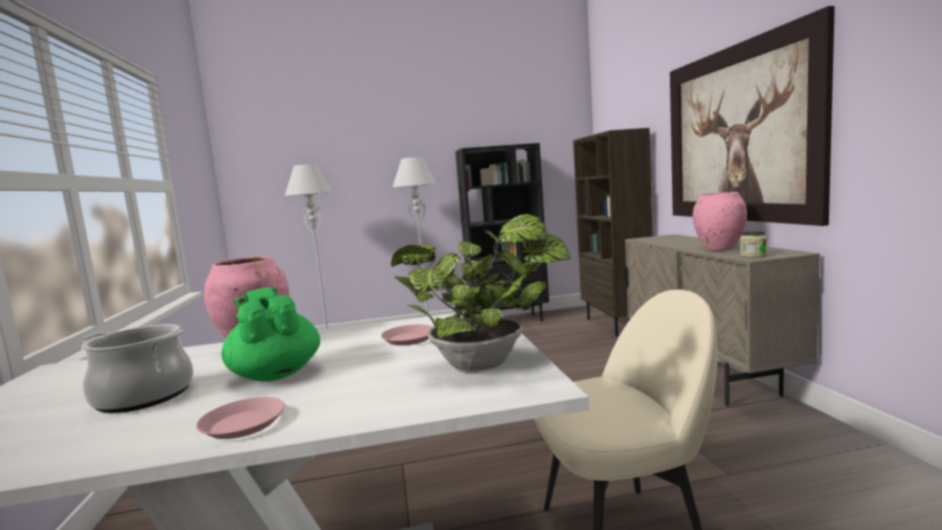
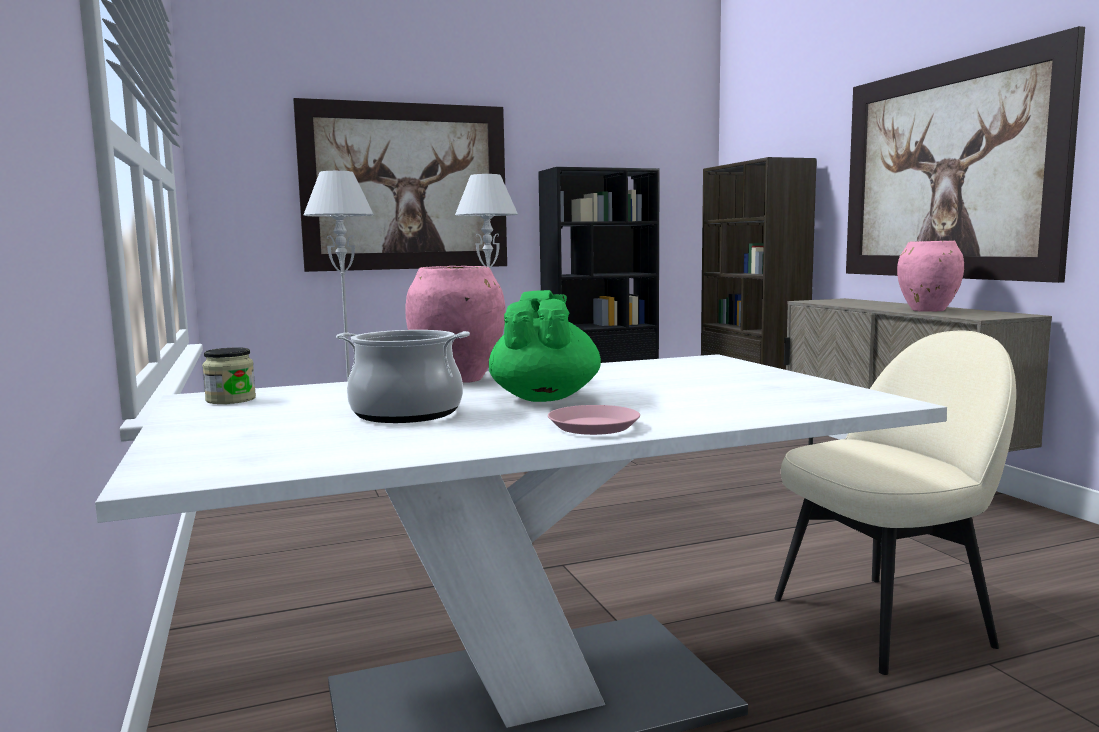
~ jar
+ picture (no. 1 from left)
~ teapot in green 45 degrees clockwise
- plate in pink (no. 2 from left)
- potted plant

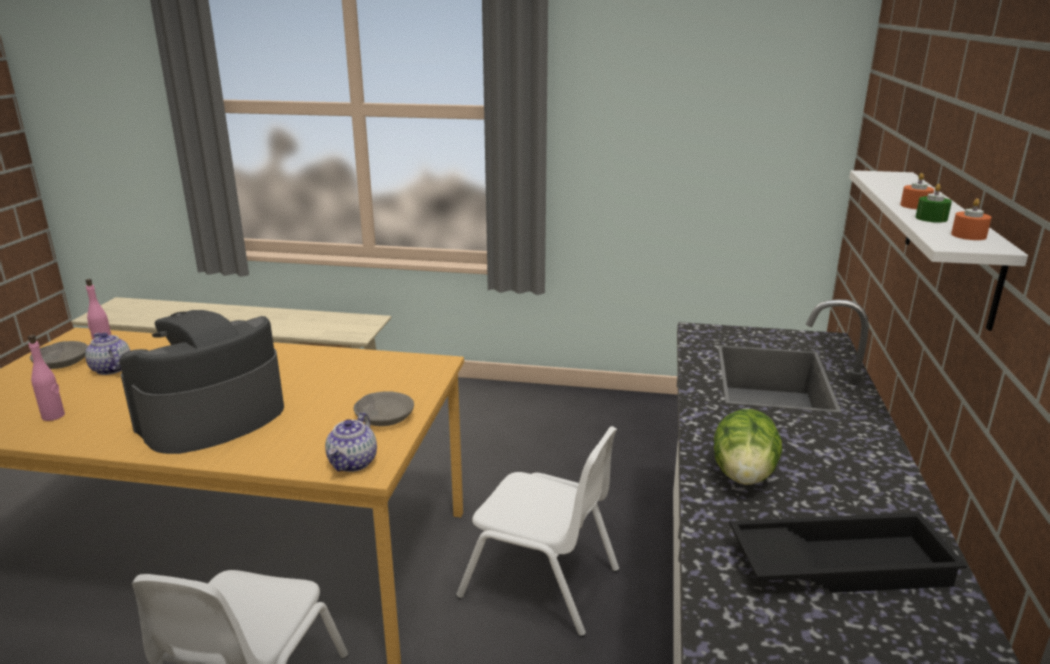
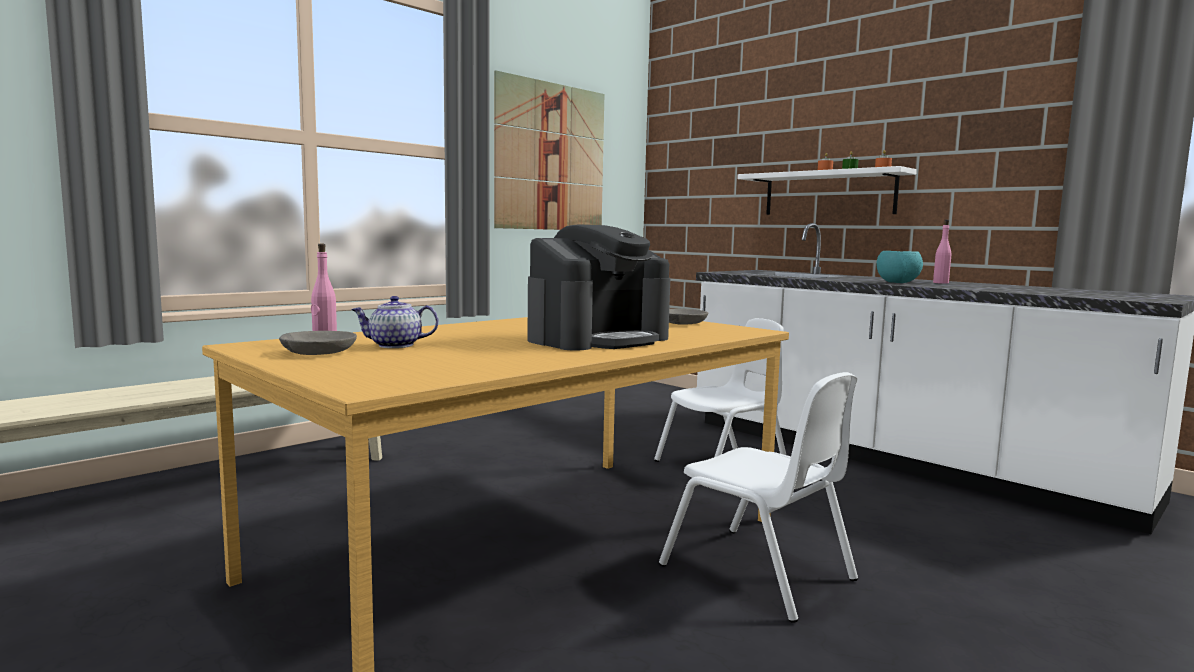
+ picture
~ coffee machine 120 degrees counterclockwise
~ lettuce to bowl in turquoise
~ bottle in pink (no. 1 from left in the first image) to bottle in pink (no. 2 from left)
- teapot (no. 2 from left)
- tray in black

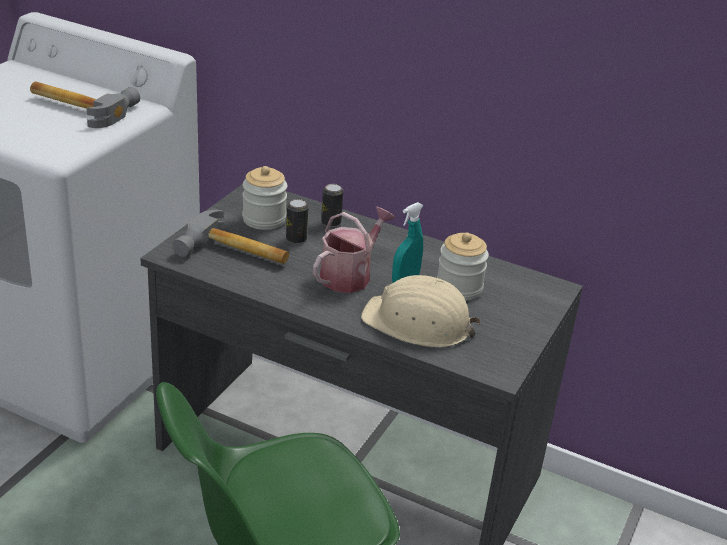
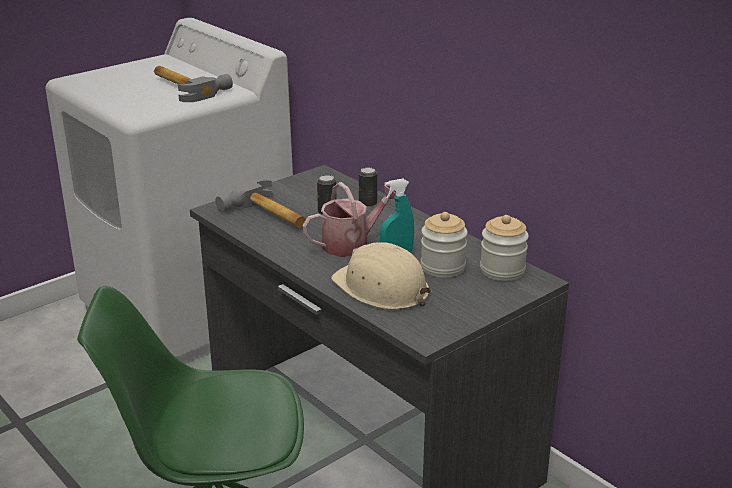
~ jar (no. 1 from left in the first image) to jar (no. 2 from left)

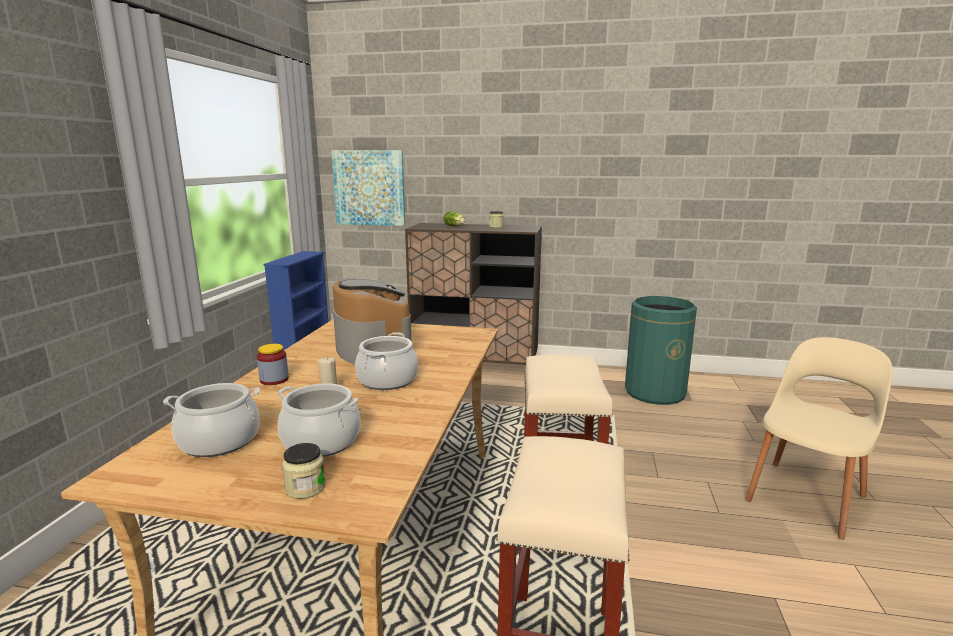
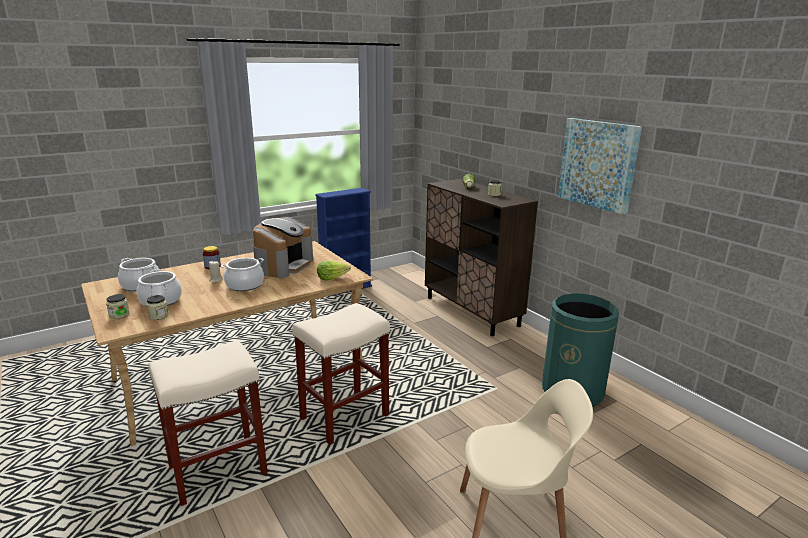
+ jar (no. 2 from left)
+ lettuce (no. 1 from left)
~ picture

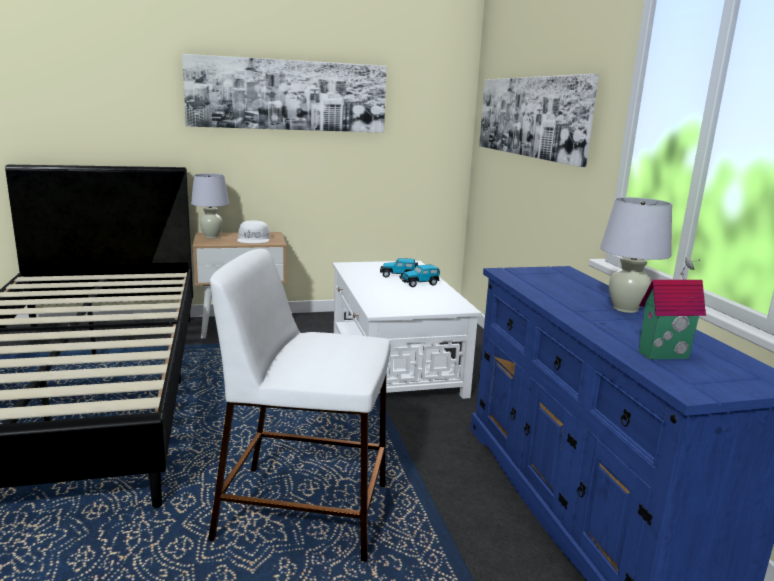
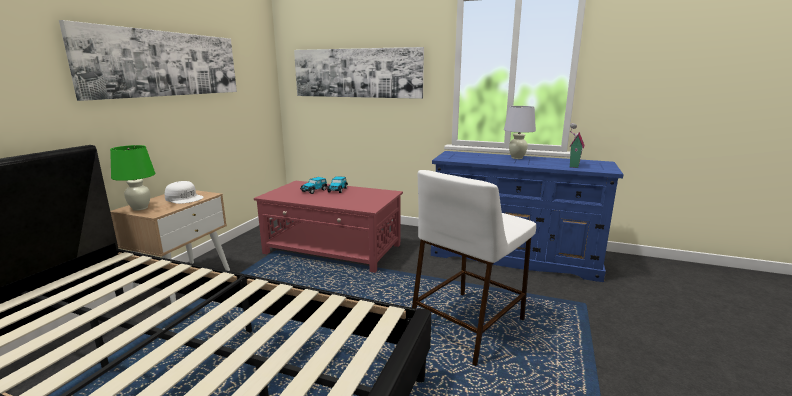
~ table lamp in white (no. 1 from left) to table lamp in green
~ coffee table in white to coffee table in red

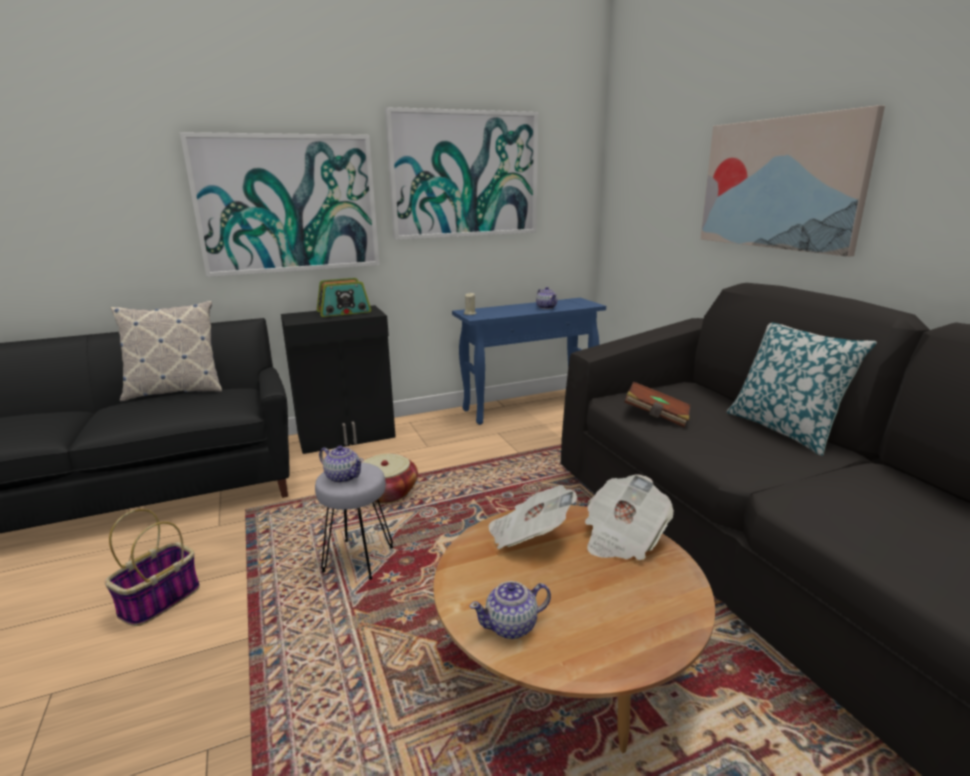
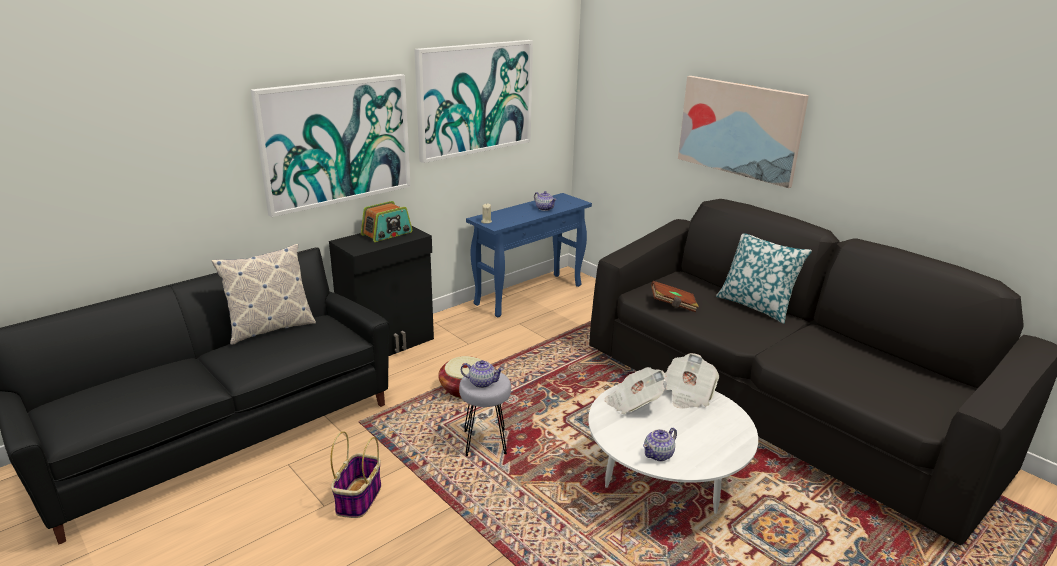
~ coffee table in brown to coffee table in white

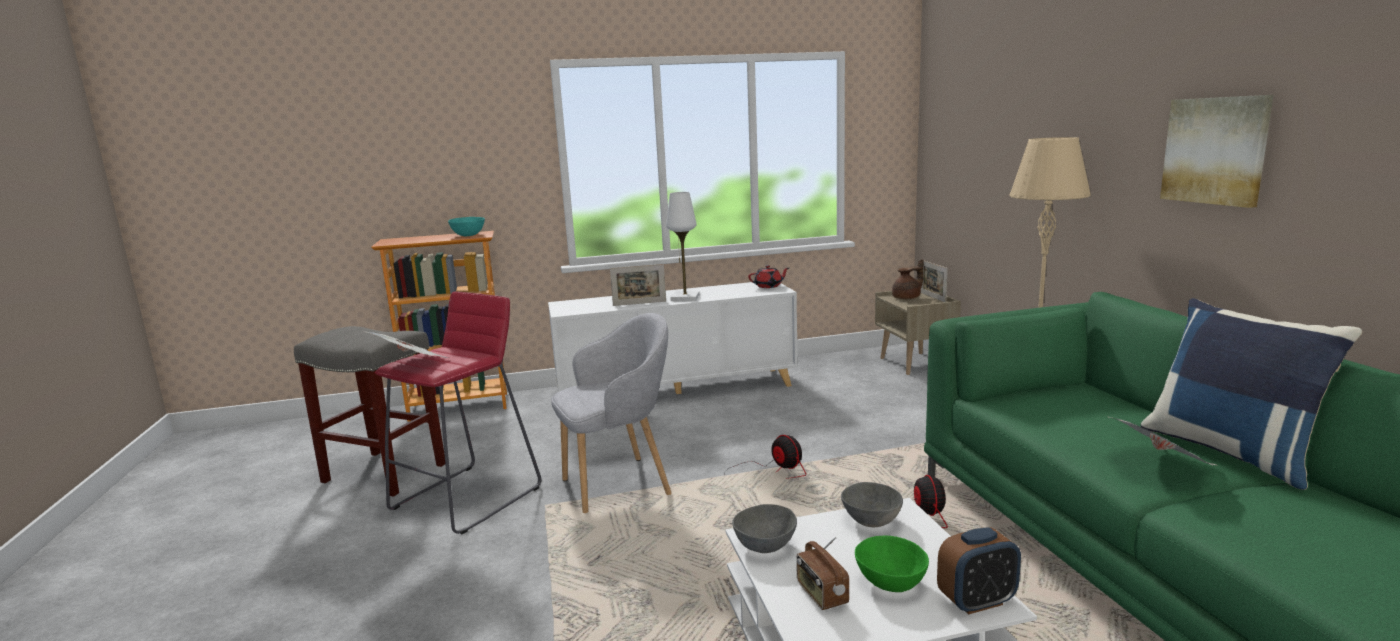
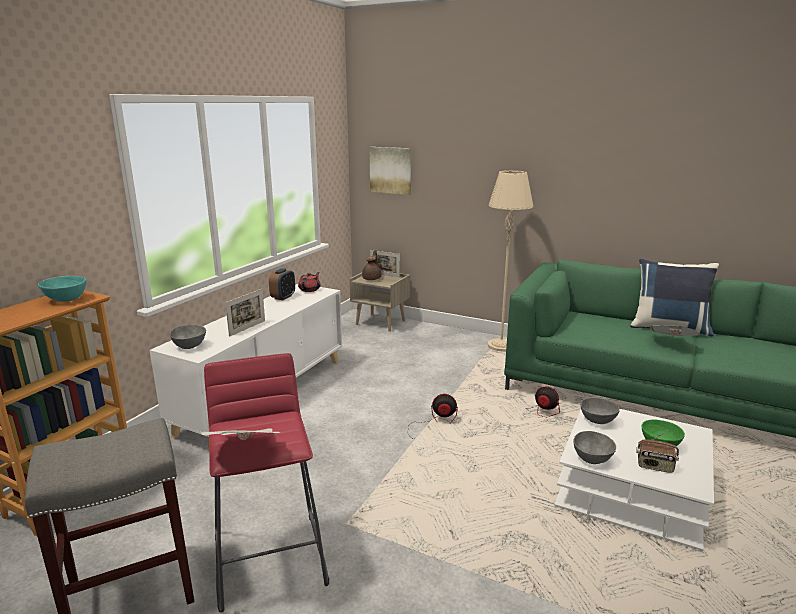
+ bowl in grey (no. 1 from left)
~ alarm clock
~ picture
- armchair in grey
- table lamp in white

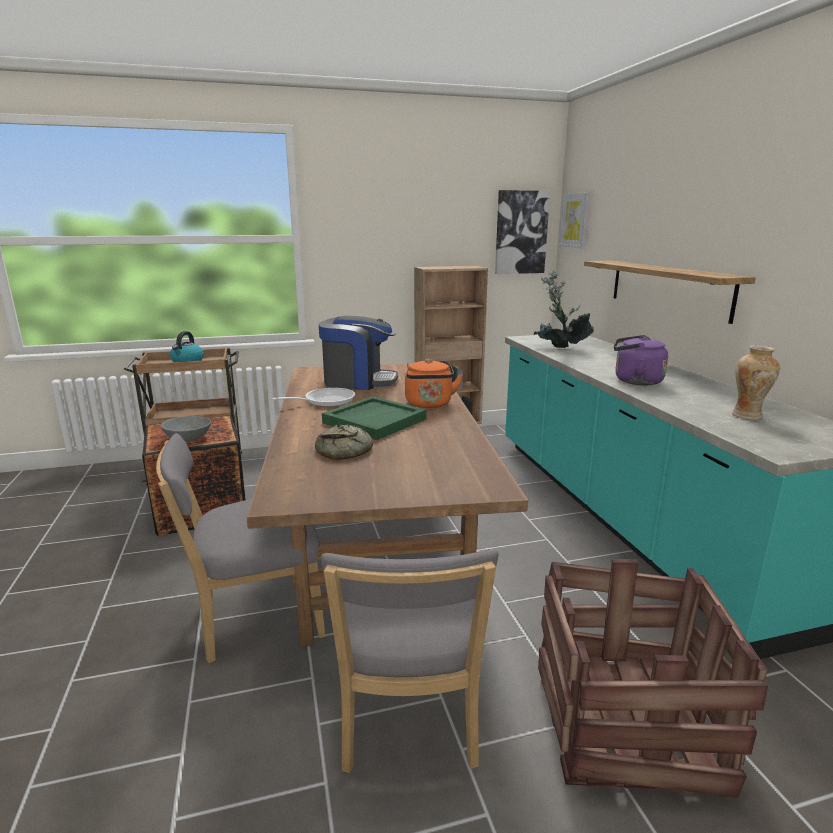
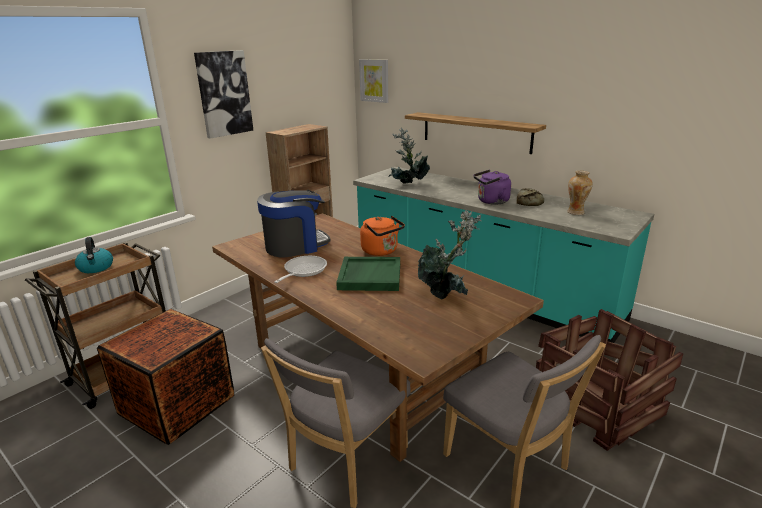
~ picture (no. 1 from left)
+ potted plant (no. 2 from left)
~ bread
- bowl in grey

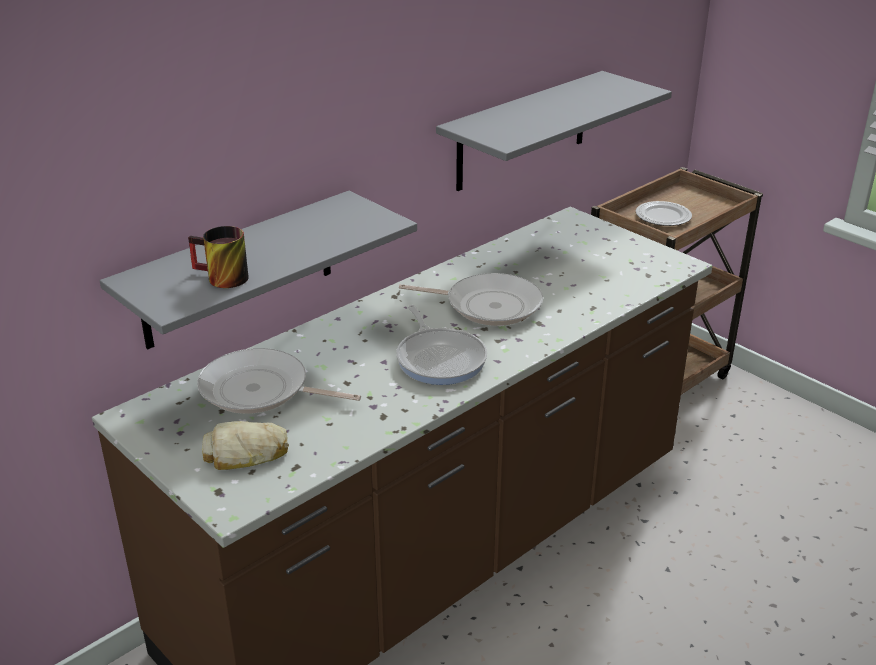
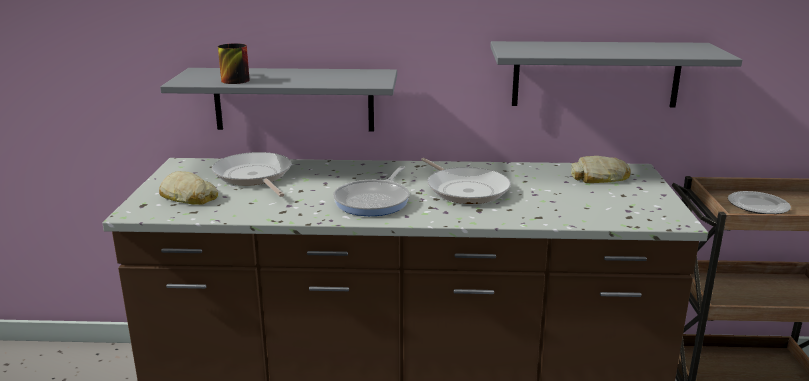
+ bread (no. 2 from left)

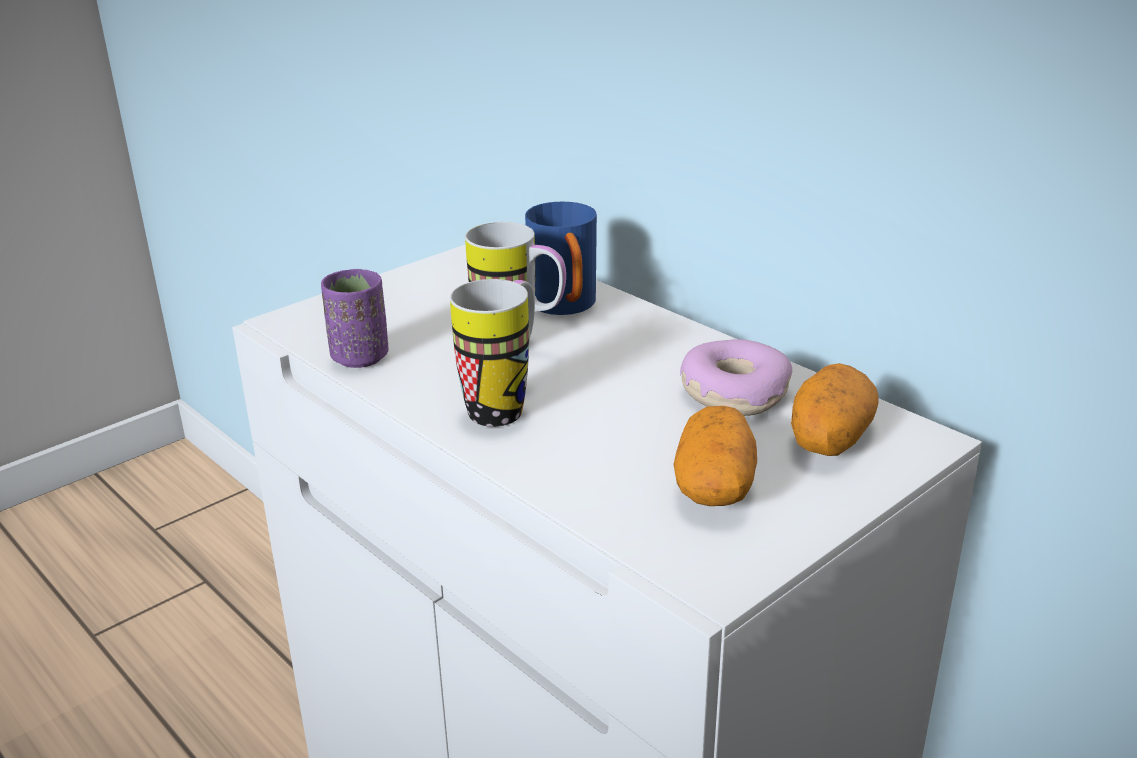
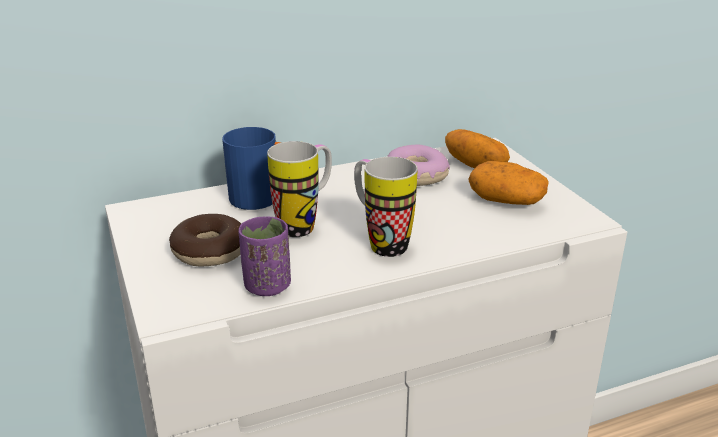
+ donut (no. 1 from left)

